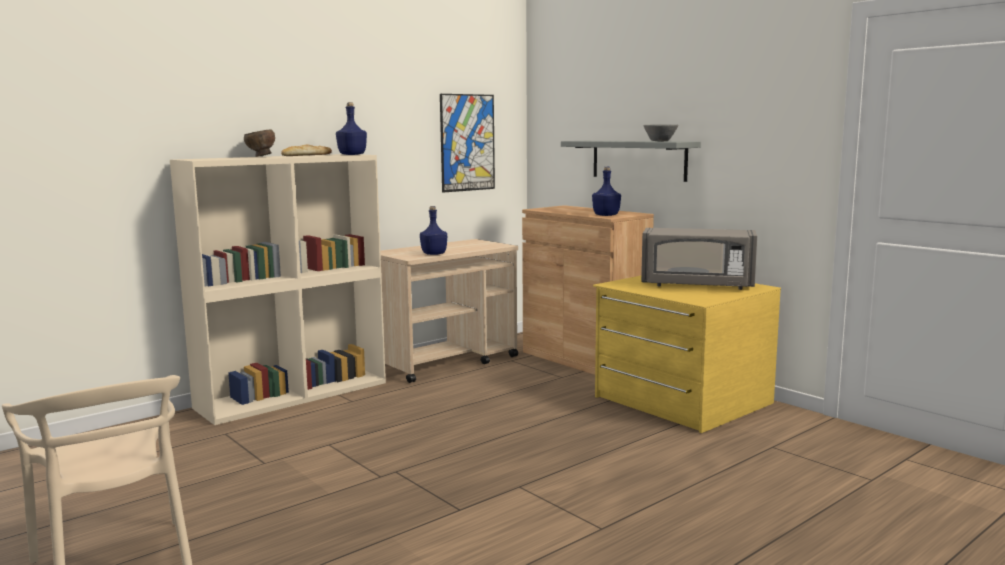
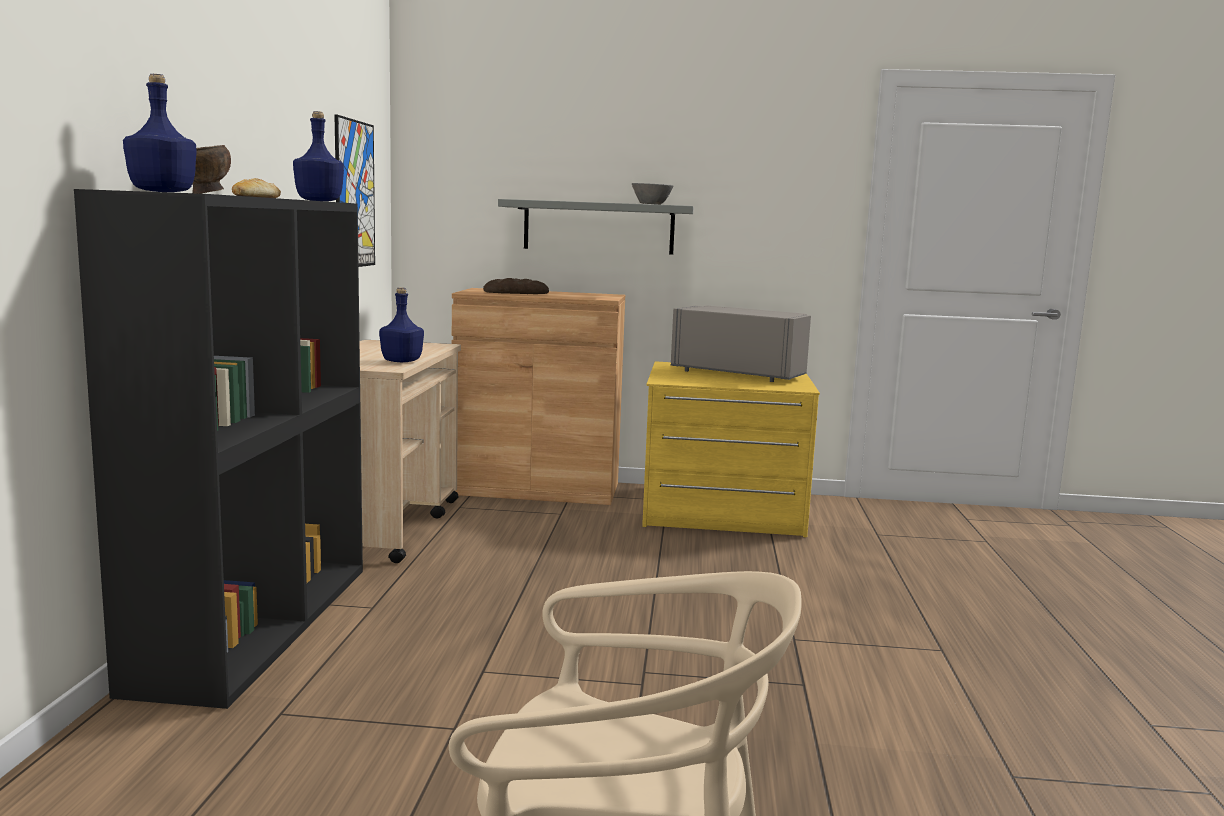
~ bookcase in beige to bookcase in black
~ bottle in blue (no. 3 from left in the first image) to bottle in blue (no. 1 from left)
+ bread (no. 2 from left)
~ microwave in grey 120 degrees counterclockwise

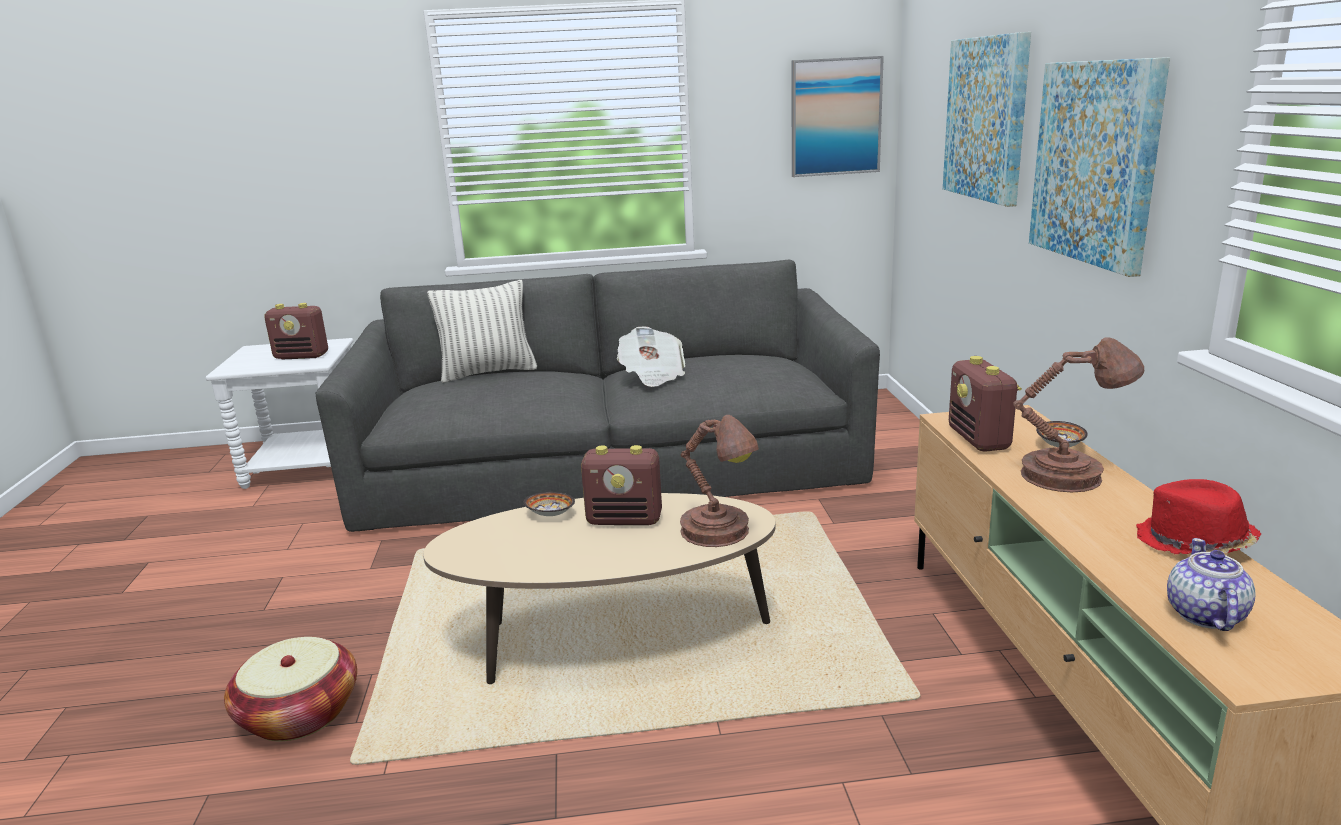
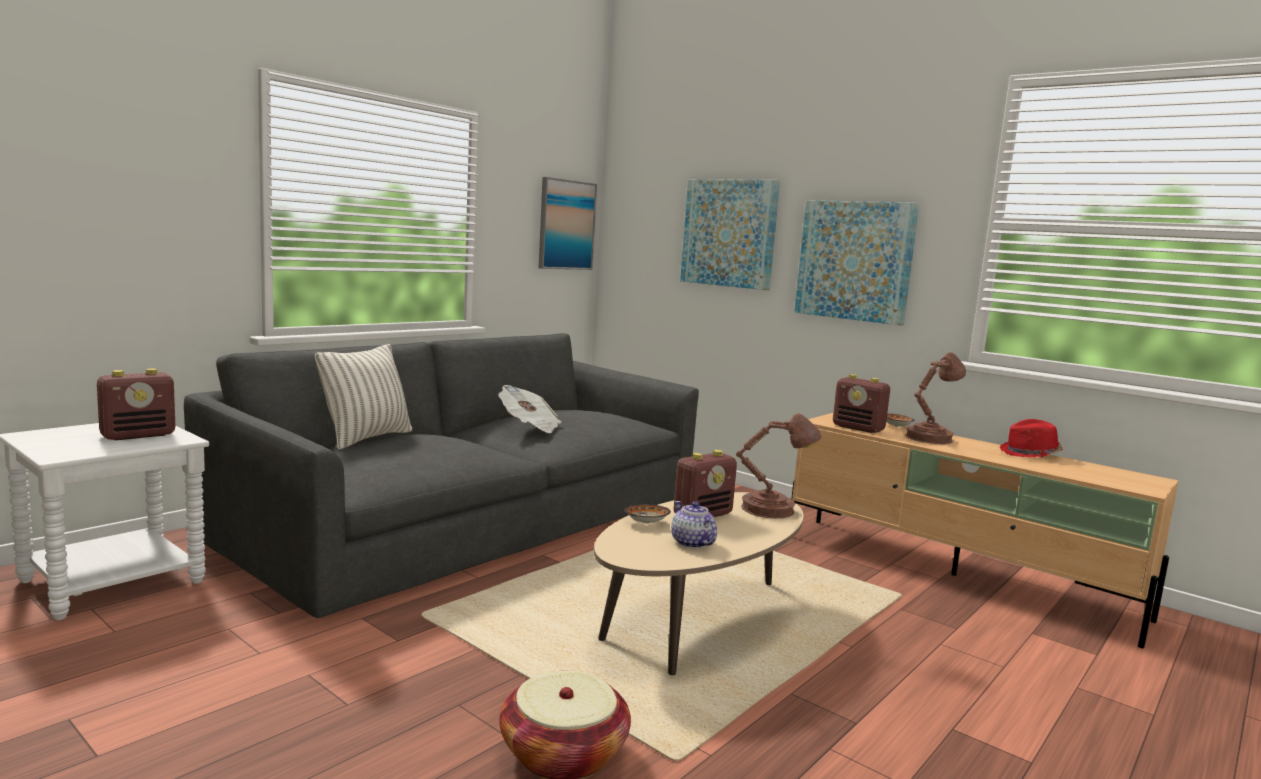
~ teapot

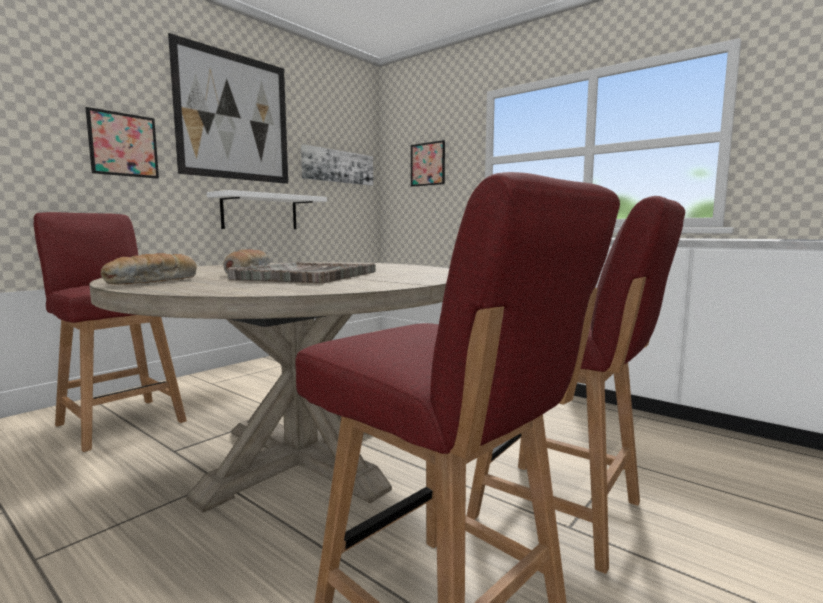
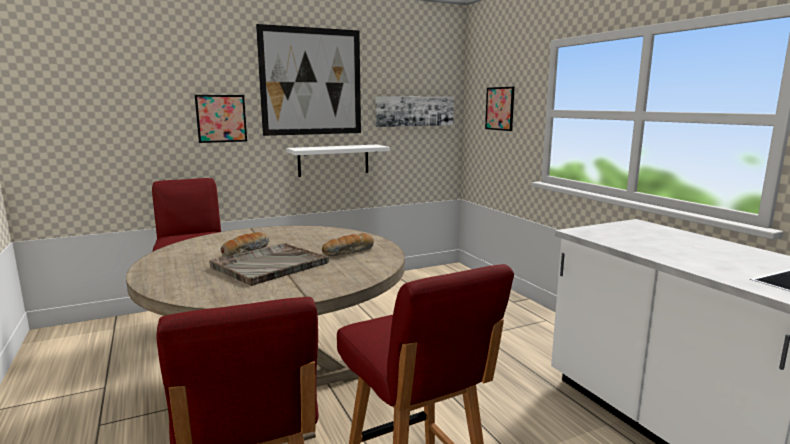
~ bread (no. 1 from left in the first image) to bread (no. 2 from left)

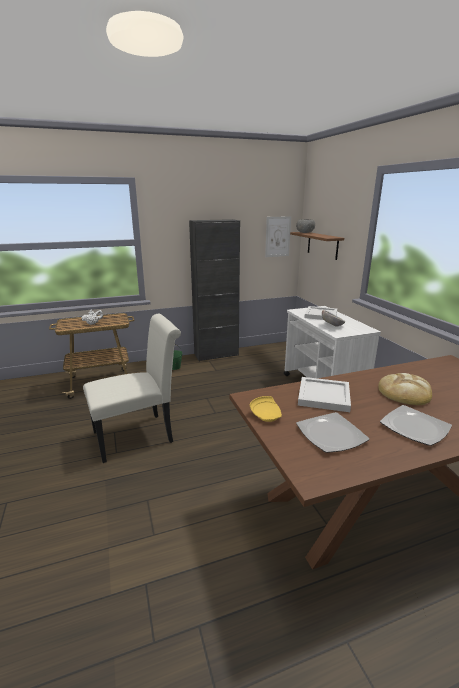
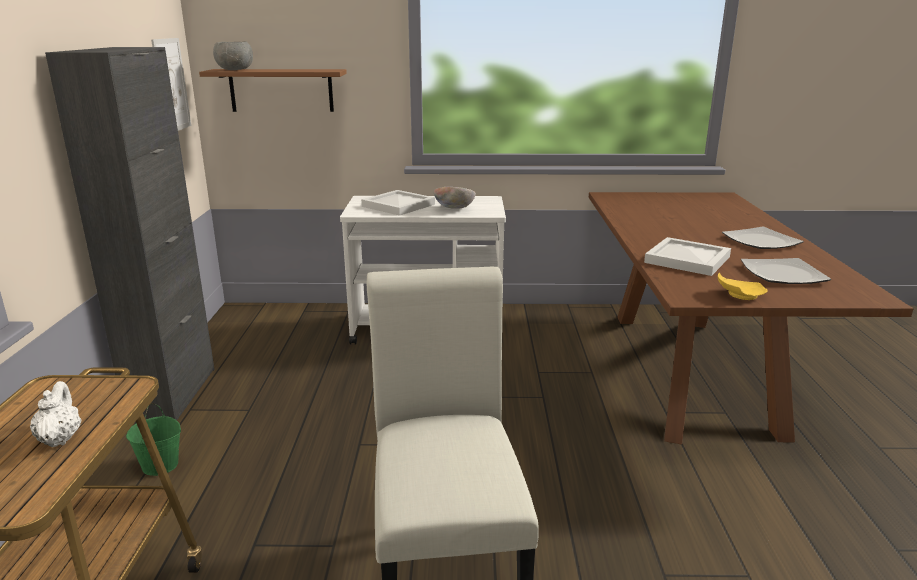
- bread

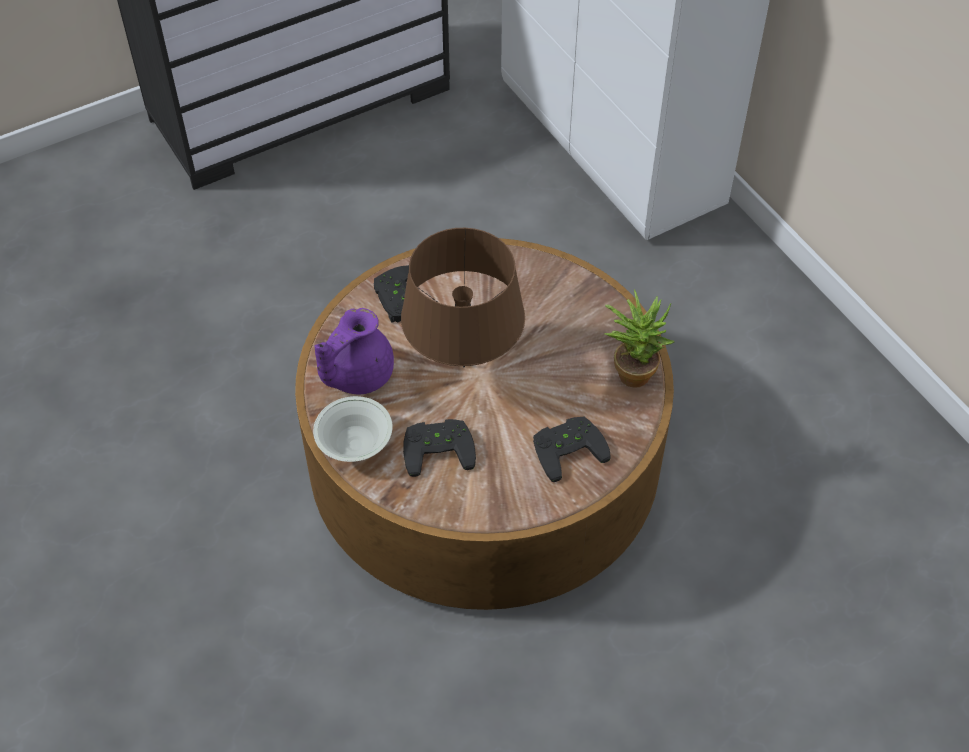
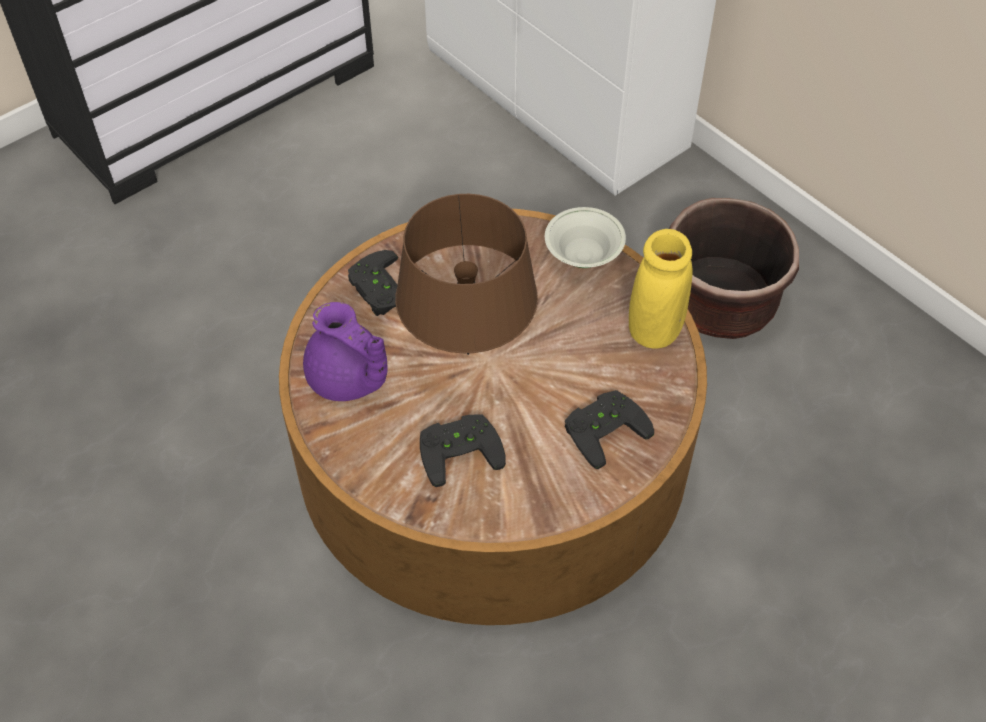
~ teapot in purple 75 degrees counterclockwise
~ bowl in white
~ potted plant to vase in yellow
+ planter in brown

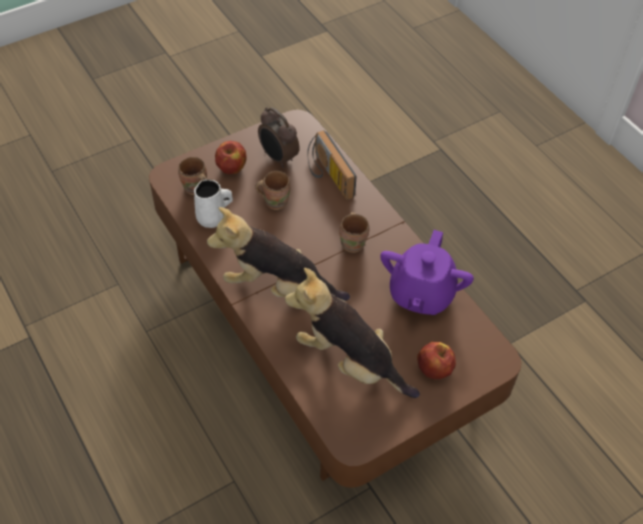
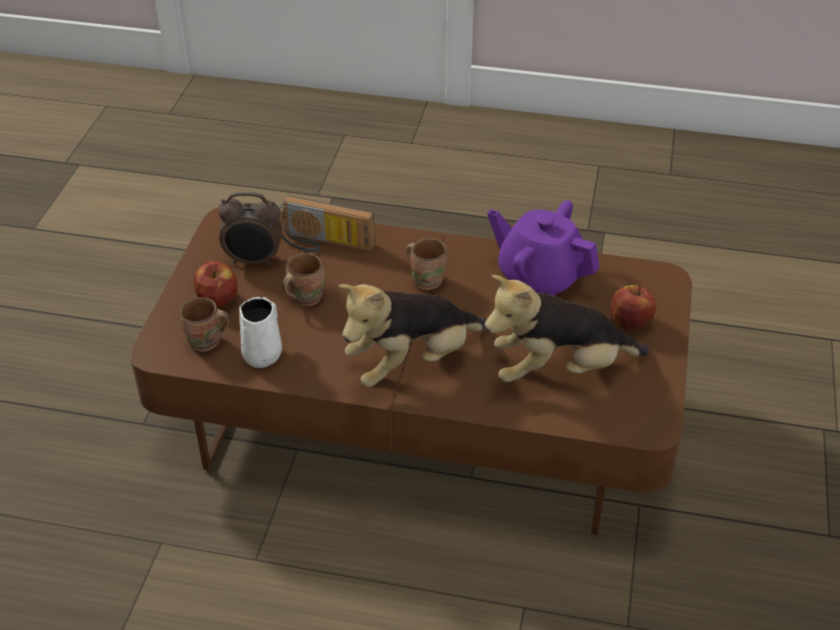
~ teapot in purple 150 degrees clockwise

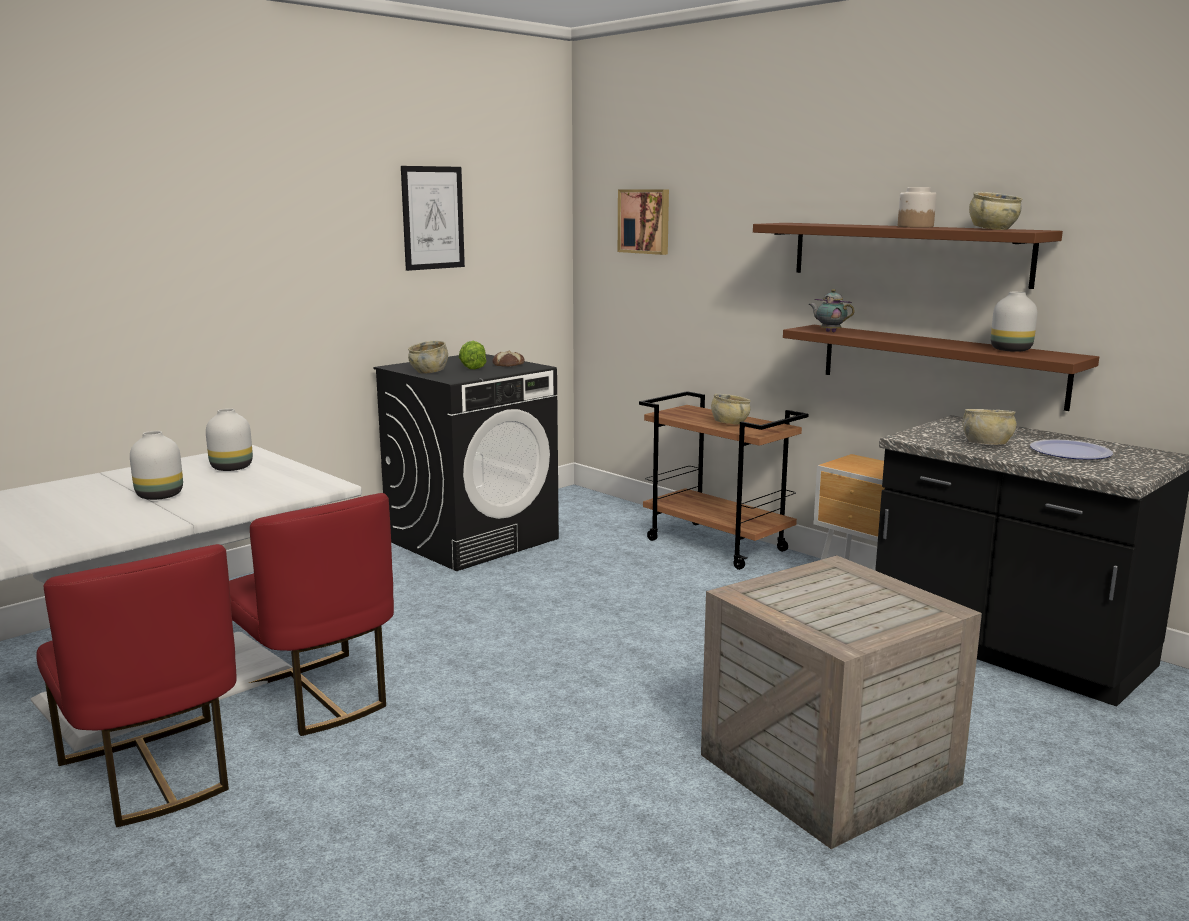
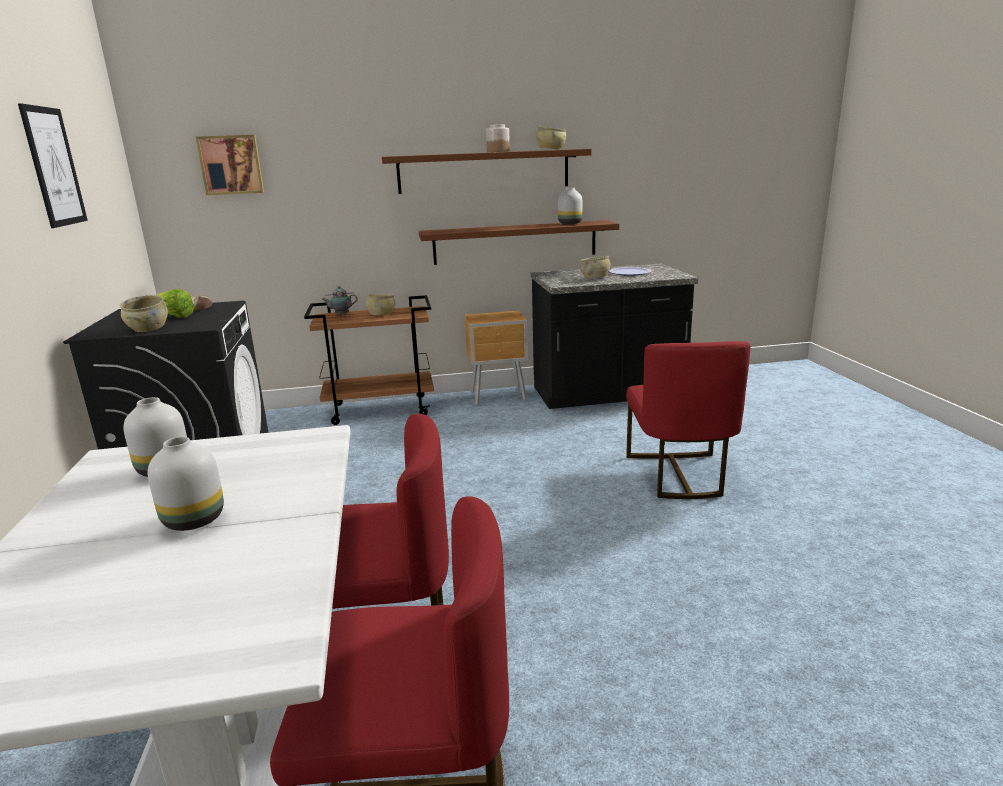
~ teapot
~ crate to chair in red (no. 3 from left)

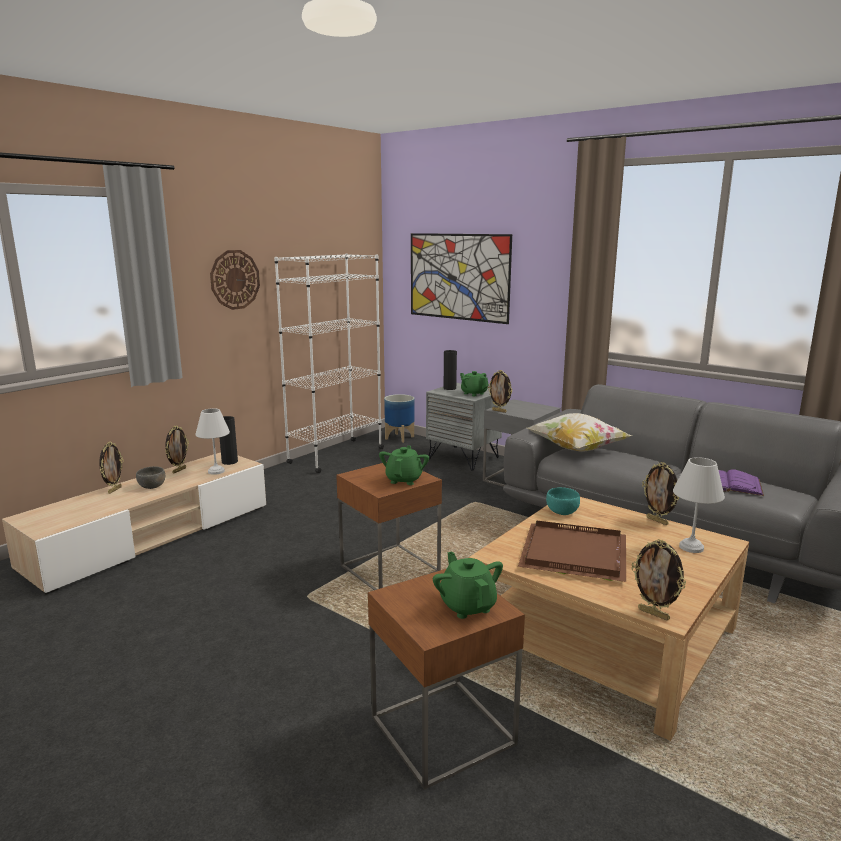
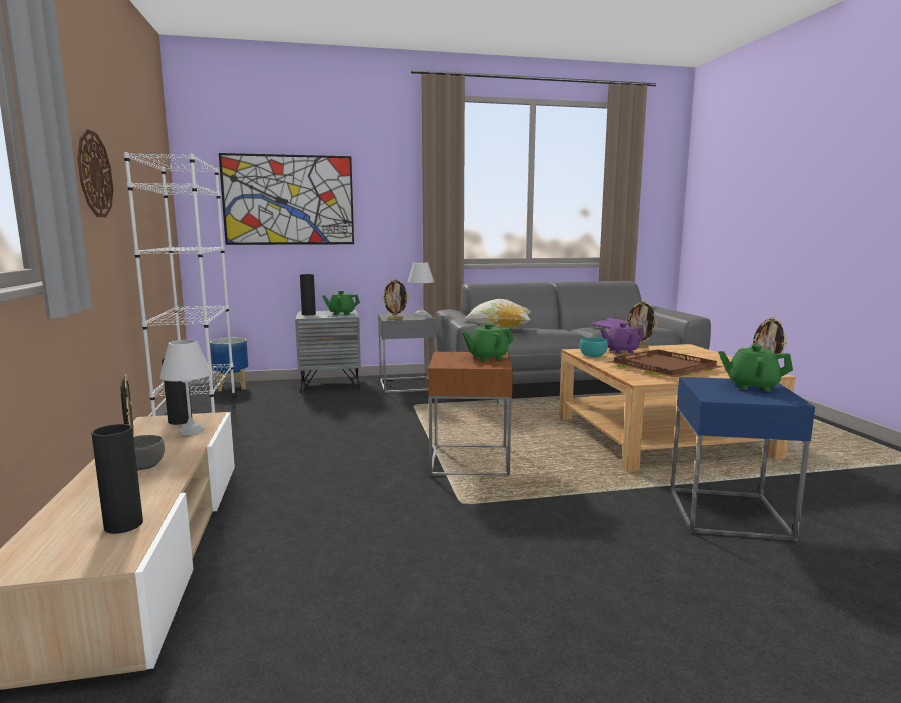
+ vase in black (no. 1 from left)
~ table lamp in white (no. 2 from left)
~ teapot in green (no. 1 from left in the first image) 75 degrees counterclockwise
+ teapot in purple
~ side table in brown (no. 2 from left) to side table in blue
- picture frame (no. 1 from left)

